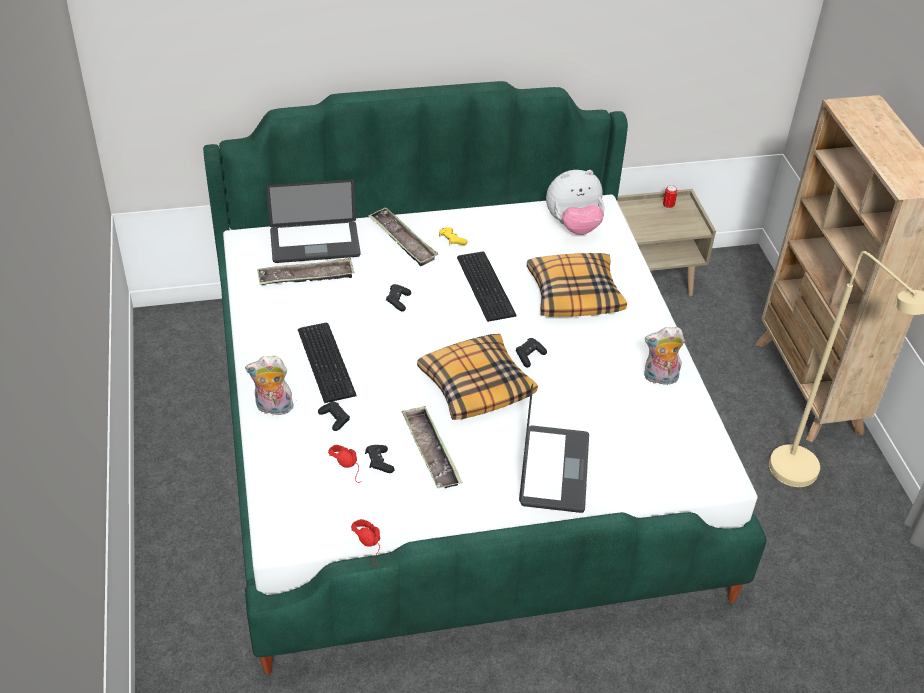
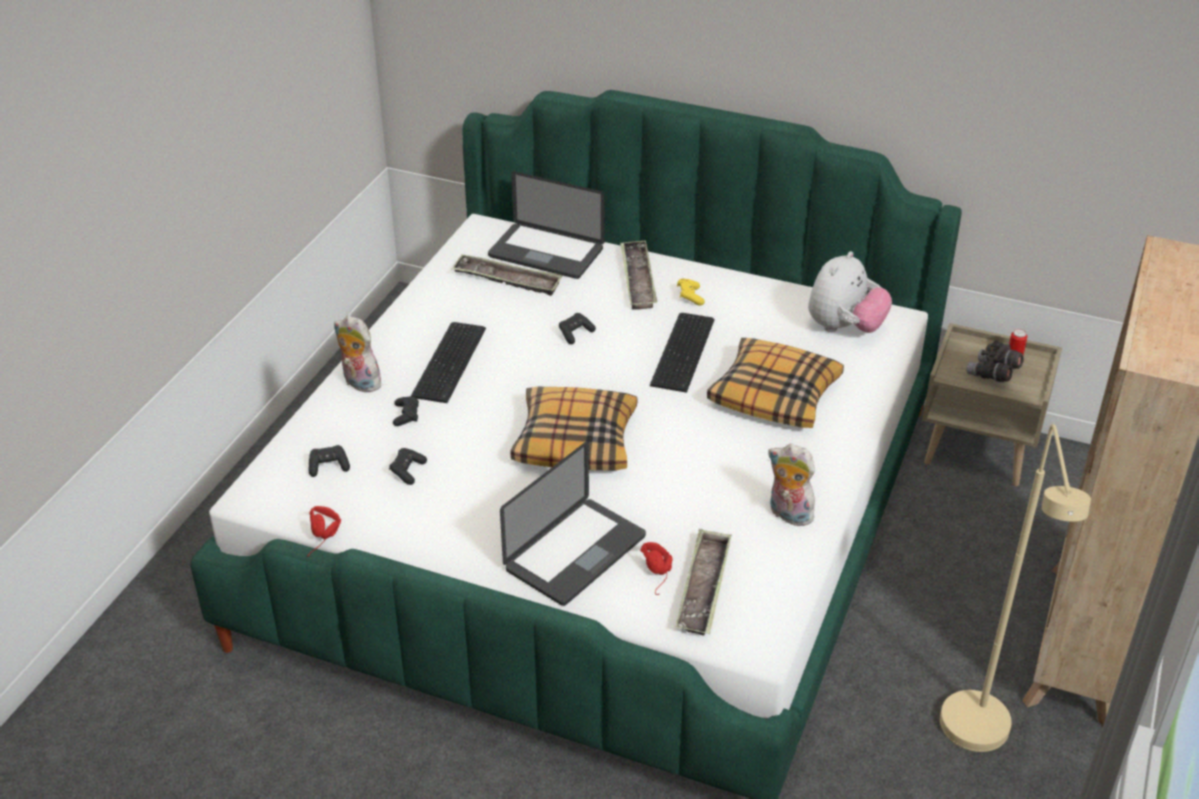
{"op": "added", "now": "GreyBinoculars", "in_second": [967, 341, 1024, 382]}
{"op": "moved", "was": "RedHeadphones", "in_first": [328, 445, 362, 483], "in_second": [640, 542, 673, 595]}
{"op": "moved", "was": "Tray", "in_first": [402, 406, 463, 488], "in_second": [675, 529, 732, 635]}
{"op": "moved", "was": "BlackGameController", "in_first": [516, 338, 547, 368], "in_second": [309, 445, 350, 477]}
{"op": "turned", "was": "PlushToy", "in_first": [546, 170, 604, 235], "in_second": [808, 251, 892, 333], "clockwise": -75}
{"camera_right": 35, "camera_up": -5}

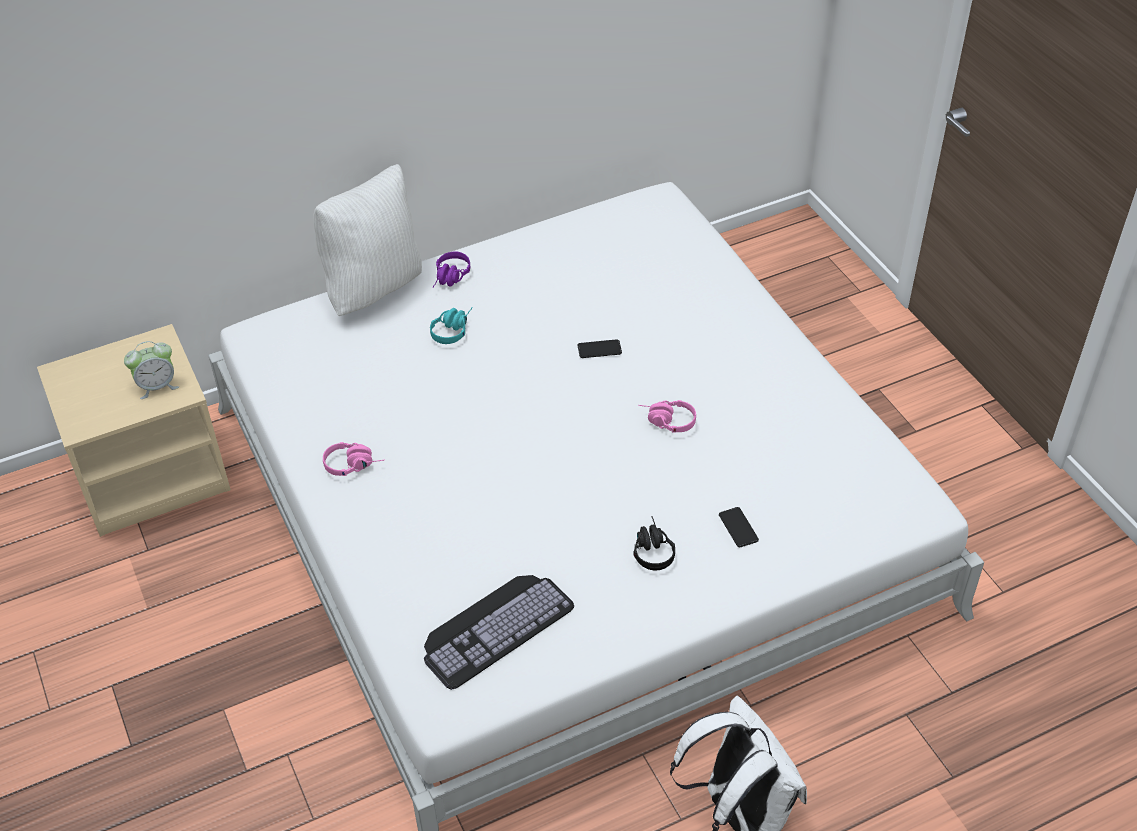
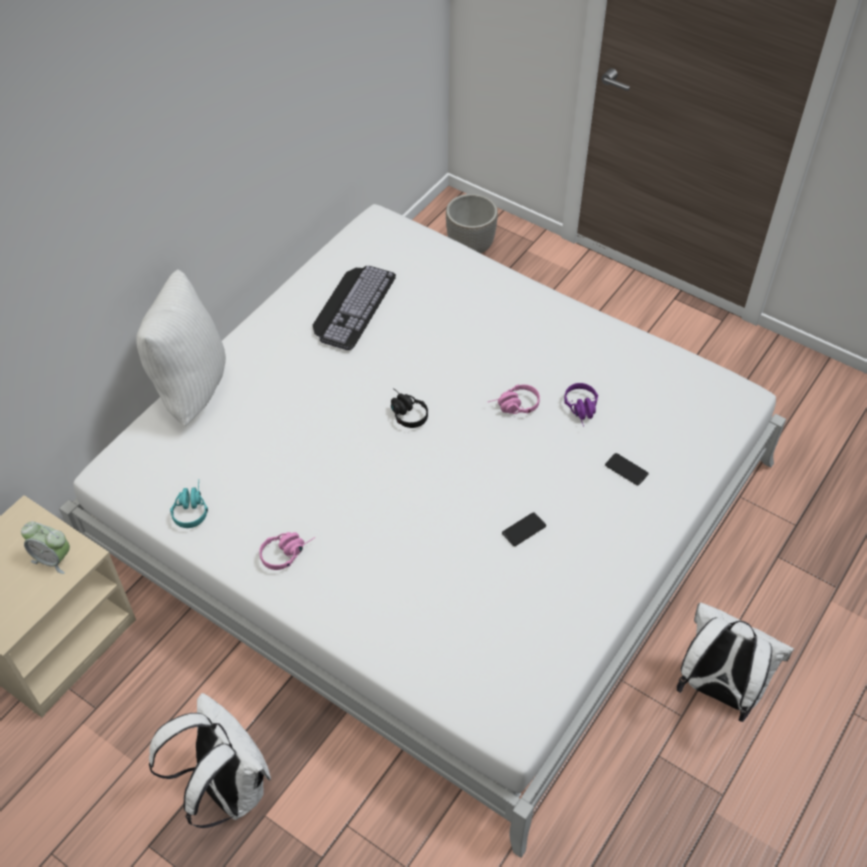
{"op": "added", "now": "WhiteBackpack", "in_second": [149, 693, 271, 828]}
{"op": "added", "now": "Planter", "in_second": [446, 194, 498, 253]}
{"op": "moved", "was": "Keyboard", "in_first": [424, 575, 574, 690], "in_second": [313, 266, 396, 350]}
{"op": "moved", "was": "TurquoiseHeadphones", "in_first": [430, 307, 473, 344], "in_second": [170, 480, 208, 528]}
{"op": "moved", "was": "PurpleHeadphones", "in_first": [433, 251, 470, 288], "in_second": [564, 383, 598, 427]}
{"op": "moved", "was": "Phone", "in_first": [578, 339, 622, 358], "in_second": [502, 512, 546, 546]}
{"op": "moved", "was": "BlackHeadphones", "in_first": [634, 516, 675, 570], "in_second": [391, 388, 428, 428]}
{"op": "turned", "was": "AlarmClock", "in_first": [124, 341, 179, 399], "in_second": [21, 521, 70, 574], "clockwise": 75}
{"camera_right": -30, "camera_up": 5}

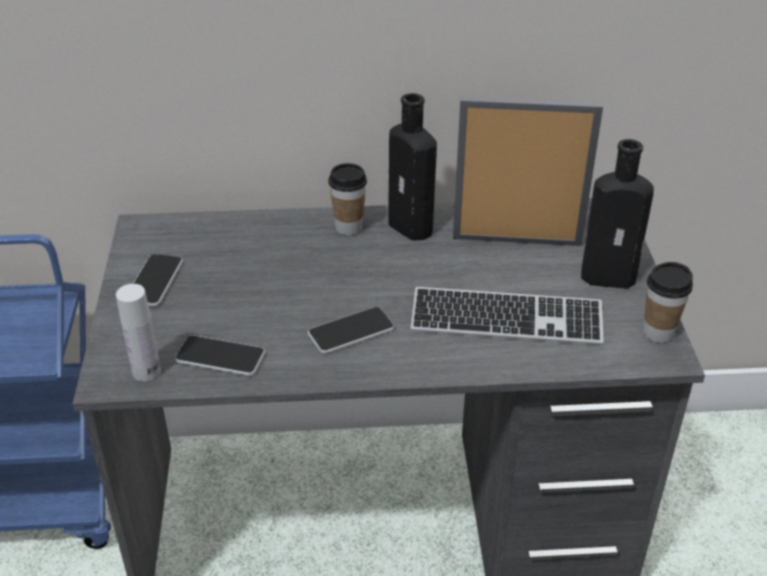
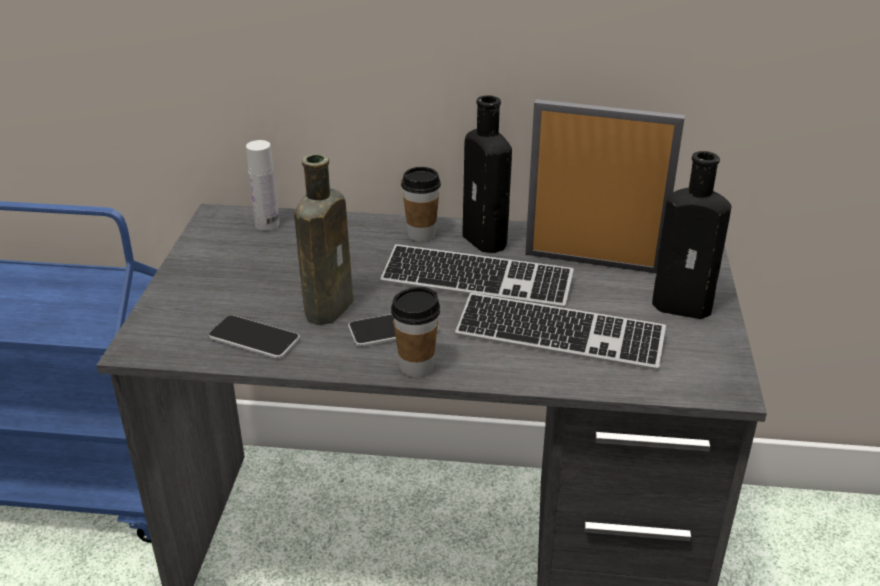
{"op": "removed", "was": "Phone", "in_first": [133, 254, 183, 306]}
{"op": "added", "now": "BrownBottle", "in_second": [294, 154, 353, 325]}
{"op": "added", "now": "Keyboard", "in_second": [380, 244, 574, 308]}
{"op": "moved", "was": "WhiteBottle", "in_first": [116, 284, 161, 381], "in_second": [246, 140, 279, 231]}
{"op": "moved", "was": "Cup", "in_first": [643, 262, 693, 343], "in_second": [391, 287, 440, 378]}
{"camera_right": 10, "camera_up": -5}

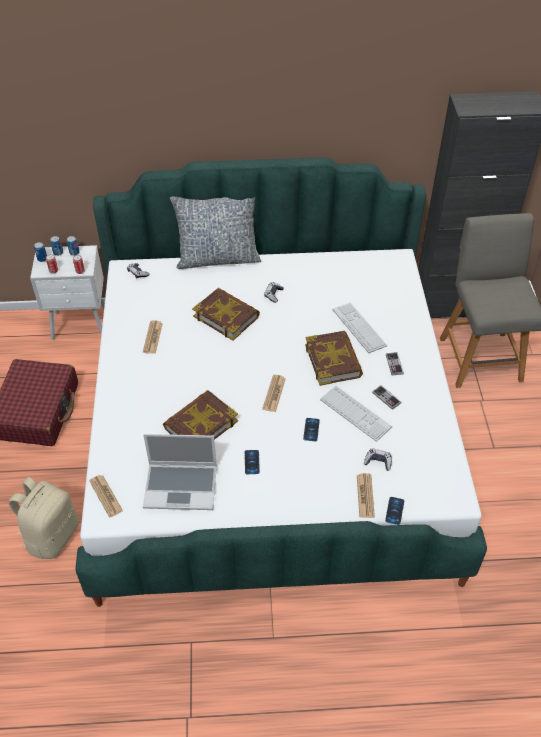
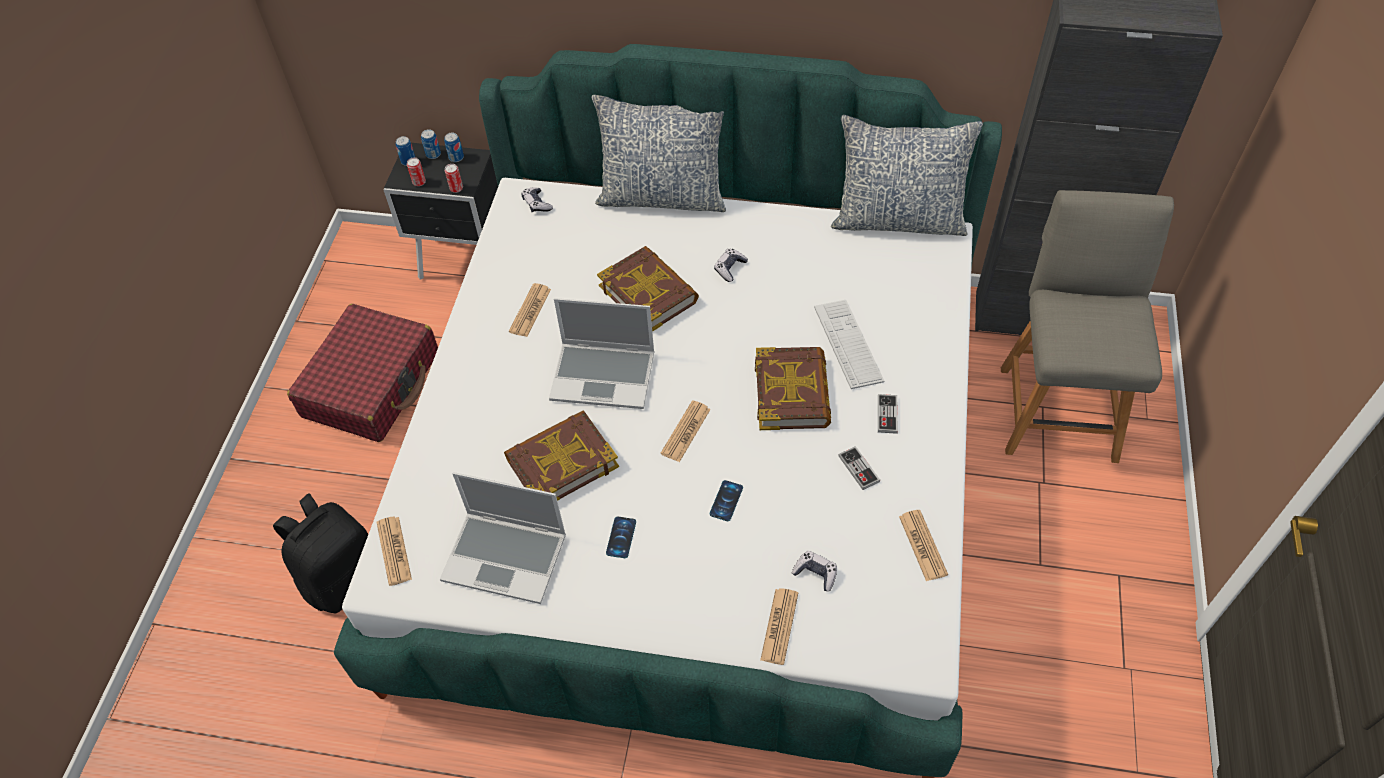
{"op": "removed", "was": "Keyboard", "in_first": [320, 385, 392, 442]}
{"op": "removed", "was": "Phone", "in_first": [385, 497, 404, 525]}
{"op": "added", "now": "Laptop", "in_second": [549, 298, 654, 409]}
{"op": "added", "now": "Pillow", "in_second": [831, 115, 983, 236]}
{"op": "added", "now": "Newspaper", "in_second": [899, 510, 948, 581]}
{"op": "recoloured", "was": "BeigeBackpack", "now": "BlackBackpack", "in_first": [8, 477, 79, 559], "in_second": [273, 493, 368, 613]}
{"op": "recoloured", "was": "WhiteNightstand", "now": "BlackNightstand", "in_first": [30, 245, 105, 340], "in_second": [383, 143, 498, 280]}
{"camera_right": 15, "camera_up": 5}

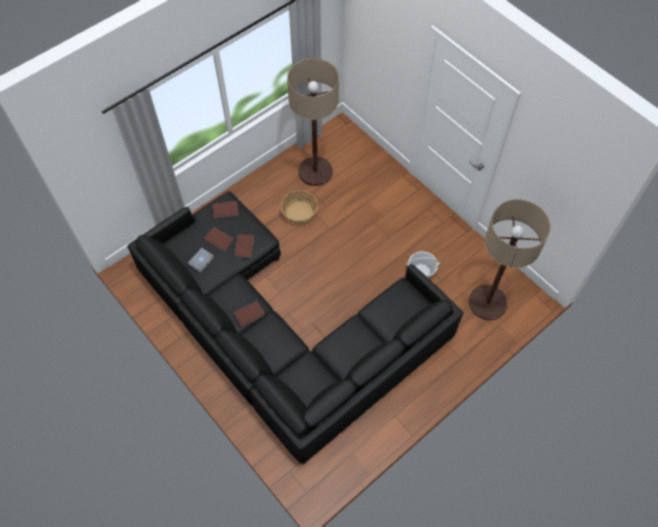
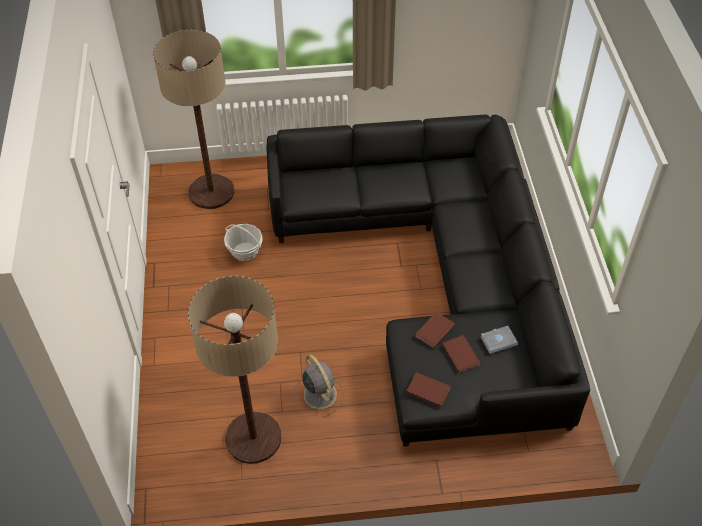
{"op": "removed", "was": "BrownBook", "in_first": [234, 301, 265, 327]}
{"op": "replaced", "was": "Basket", "now": "GreyFan", "in_first": [281, 190, 318, 224], "in_second": [294, 355, 344, 418]}
{"camera_right": -145, "camera_up": -10}

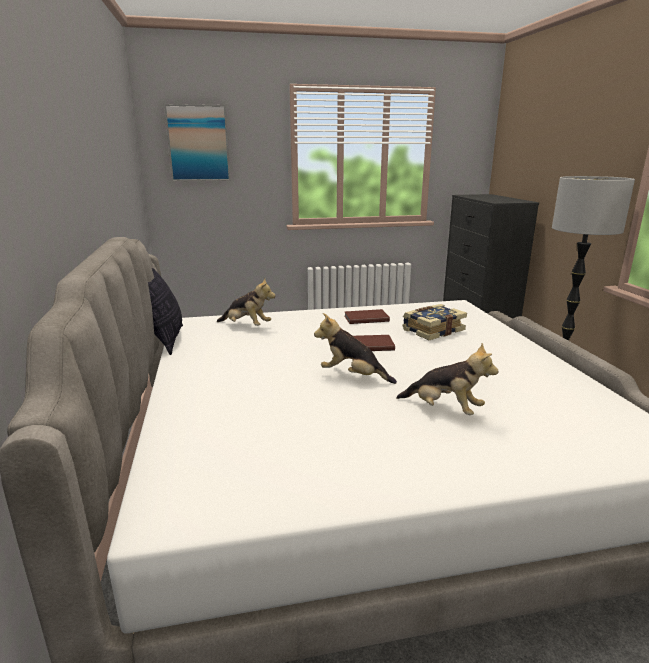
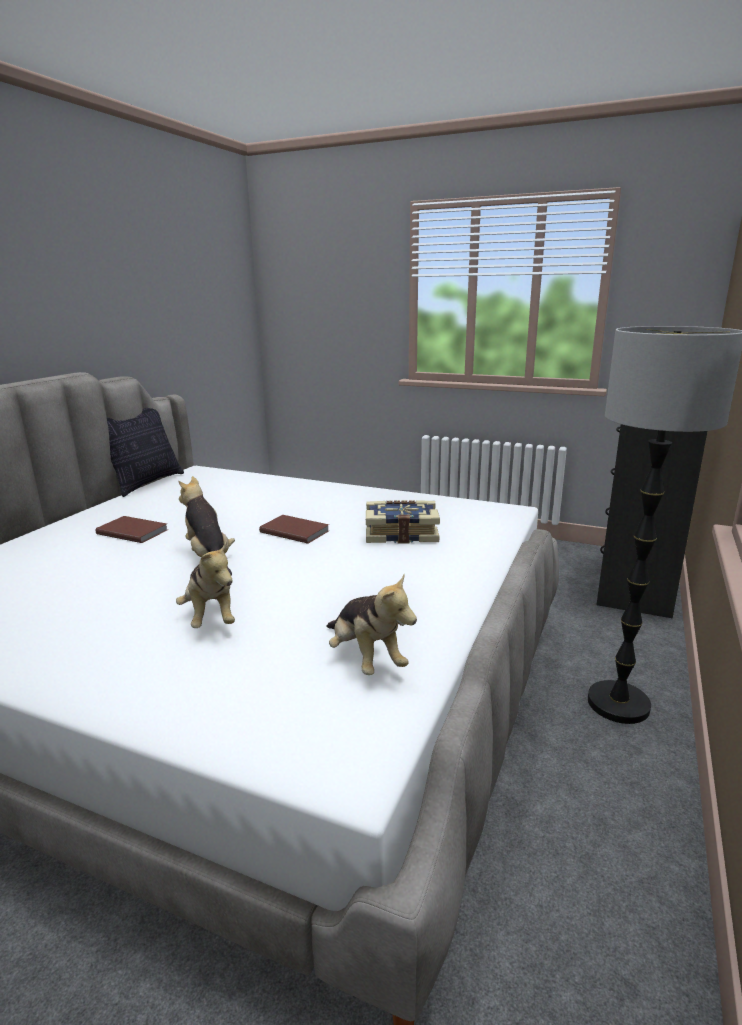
{"op": "removed", "was": "Picture", "in_first": [164, 104, 230, 181]}
{"op": "moved", "was": "PlushToy", "in_first": [217, 278, 276, 326], "in_second": [326, 575, 417, 675]}
{"op": "moved", "was": "BrownBook", "in_first": [344, 309, 390, 324], "in_second": [95, 516, 168, 543]}
{"camera_right": 35, "camera_up": 0}

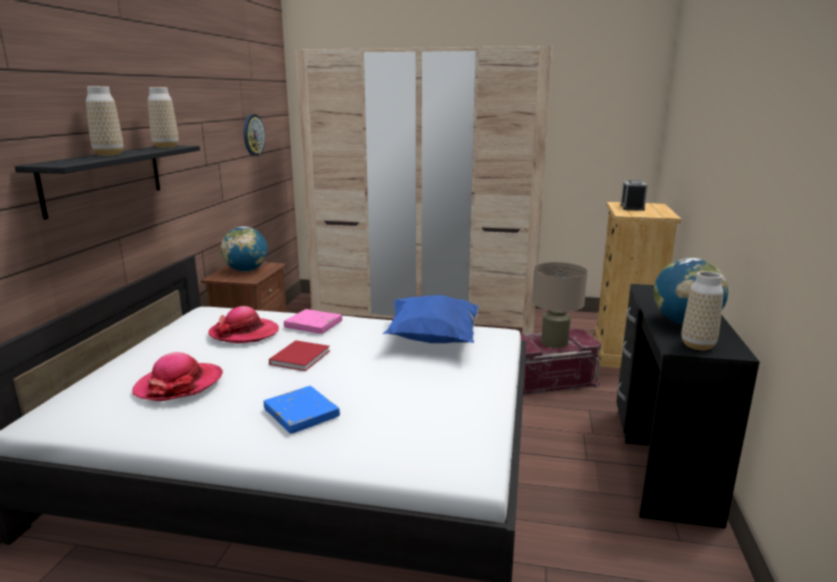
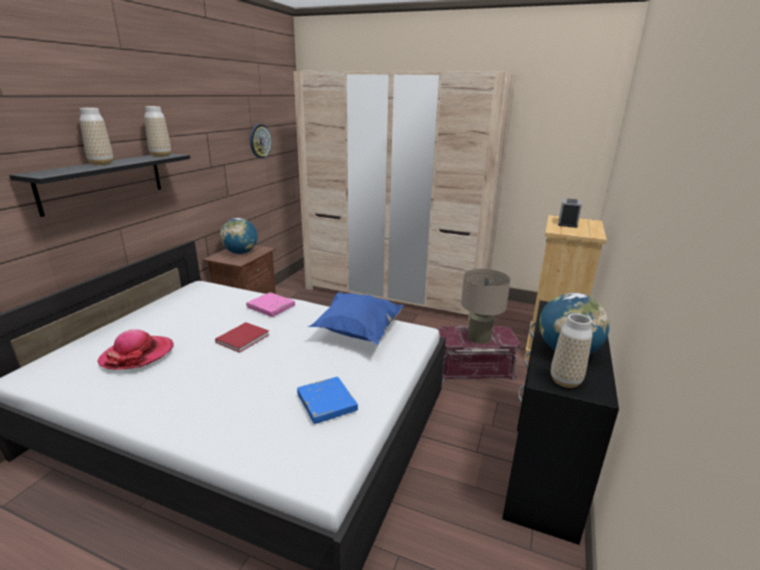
{"op": "removed", "was": "Hat", "in_first": [208, 306, 279, 343]}
{"op": "moved", "was": "BlueBook", "in_first": [263, 386, 340, 434], "in_second": [297, 377, 358, 424]}
{"camera_right": 10, "camera_up": 5}

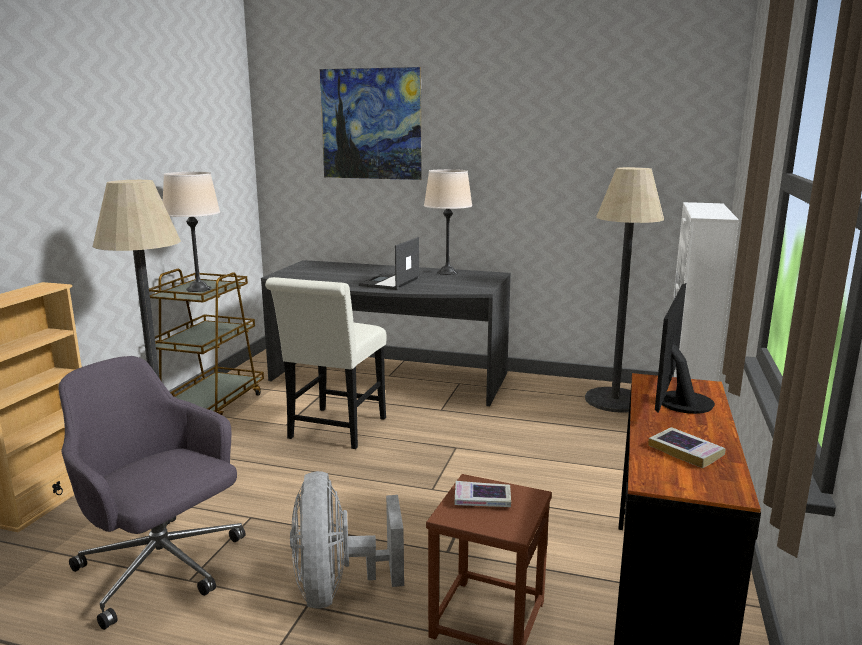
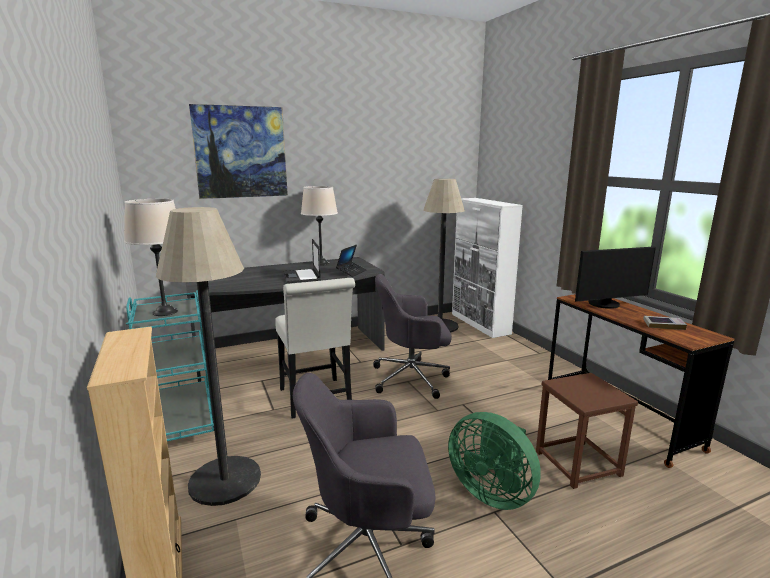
{"op": "removed", "was": "Book", "in_first": [455, 481, 511, 507]}
{"op": "added", "now": "Laptop", "in_second": [336, 245, 367, 277]}
{"op": "added", "now": "GreyOfficeChair", "in_second": [373, 274, 452, 399]}
{"op": "recoloured", "was": "BrownCart", "now": "TurquoiseCart", "in_first": [149, 269, 264, 415], "in_second": [126, 290, 214, 441]}
{"op": "recoloured", "was": "GreyFan", "now": "GreenFan", "in_first": [290, 471, 404, 609], "in_second": [448, 412, 541, 510]}
{"op": "turned", "was": "Monitor", "in_first": [655, 283, 715, 414], "in_second": [575, 246, 656, 309], "clockwise": -90}
{"camera_right": -40, "camera_up": 0}

